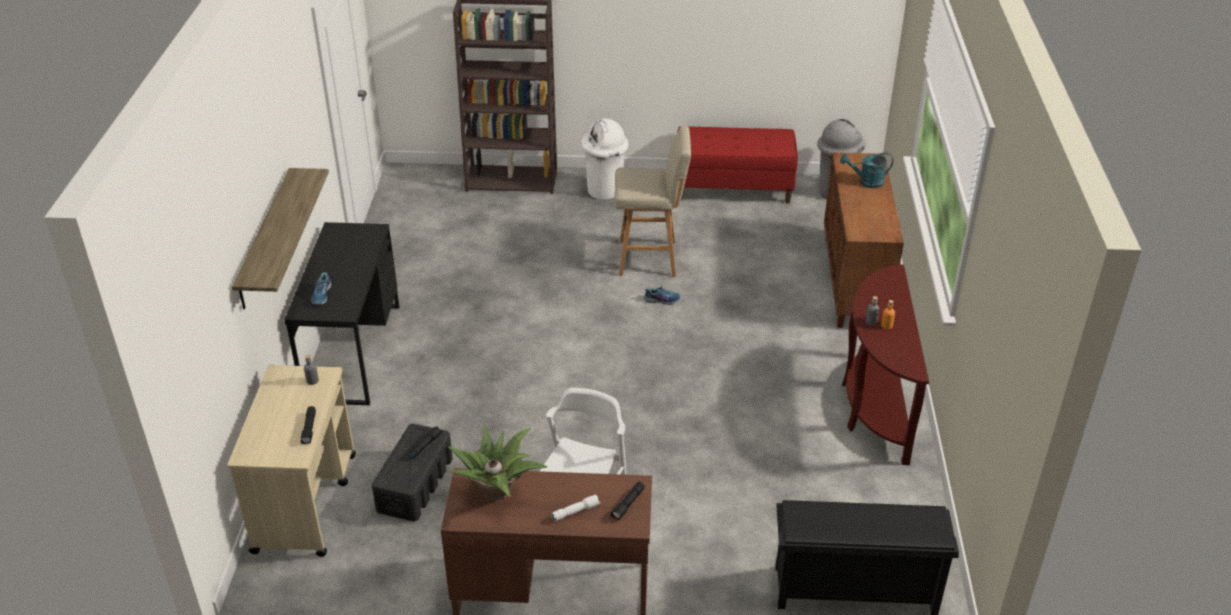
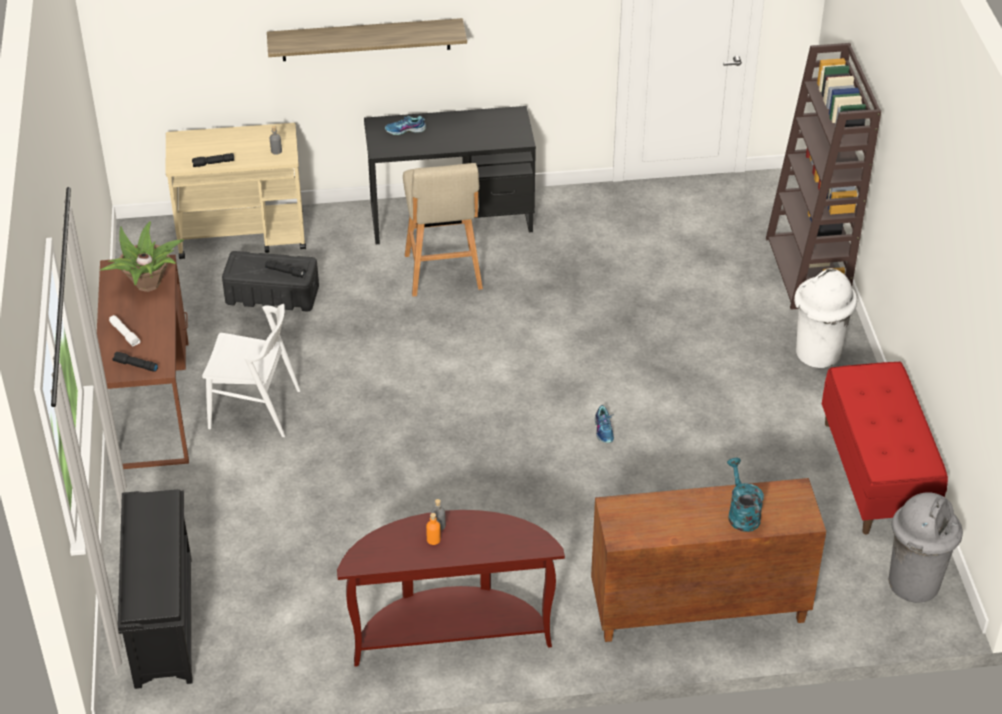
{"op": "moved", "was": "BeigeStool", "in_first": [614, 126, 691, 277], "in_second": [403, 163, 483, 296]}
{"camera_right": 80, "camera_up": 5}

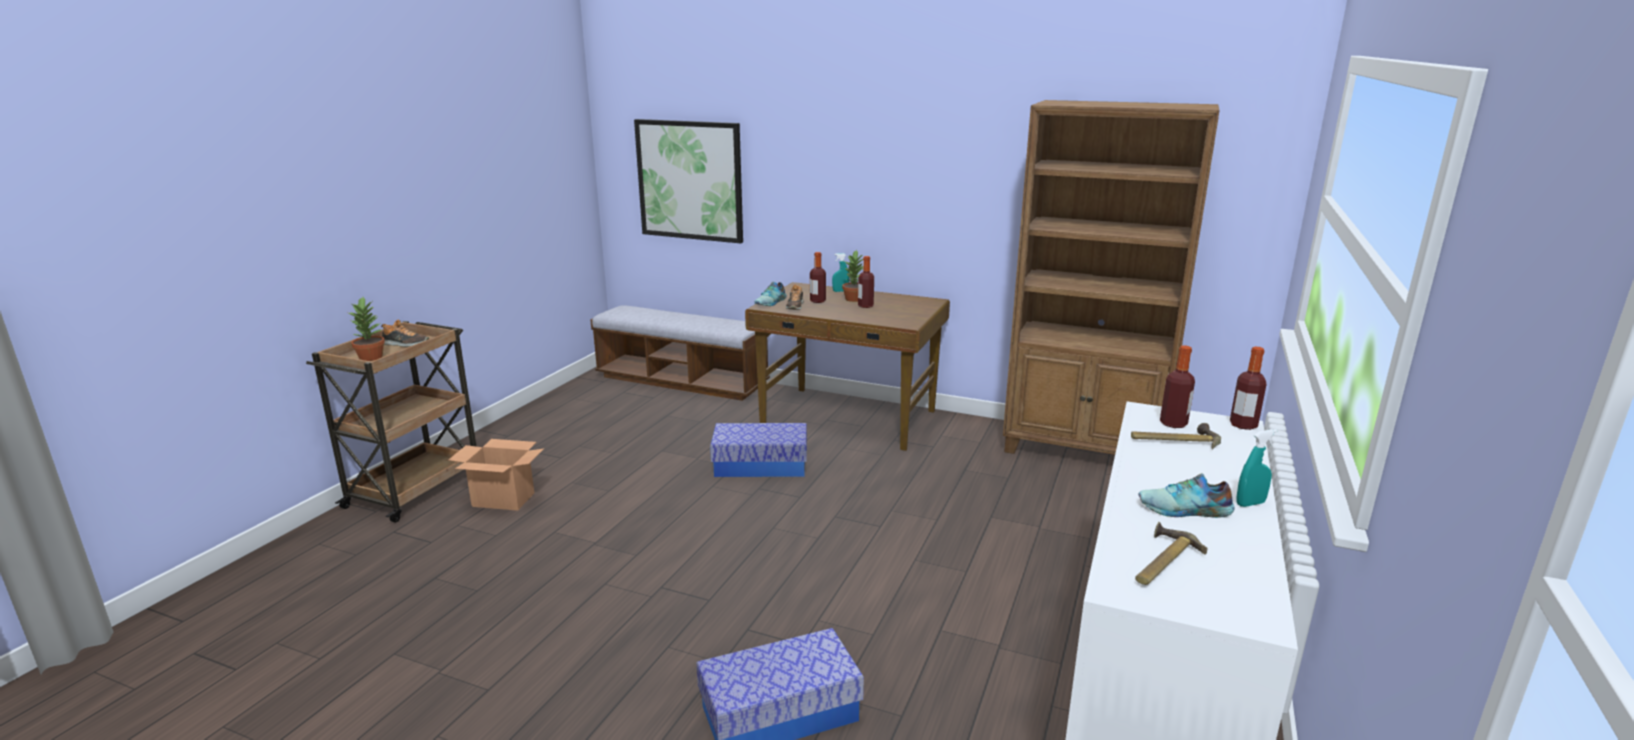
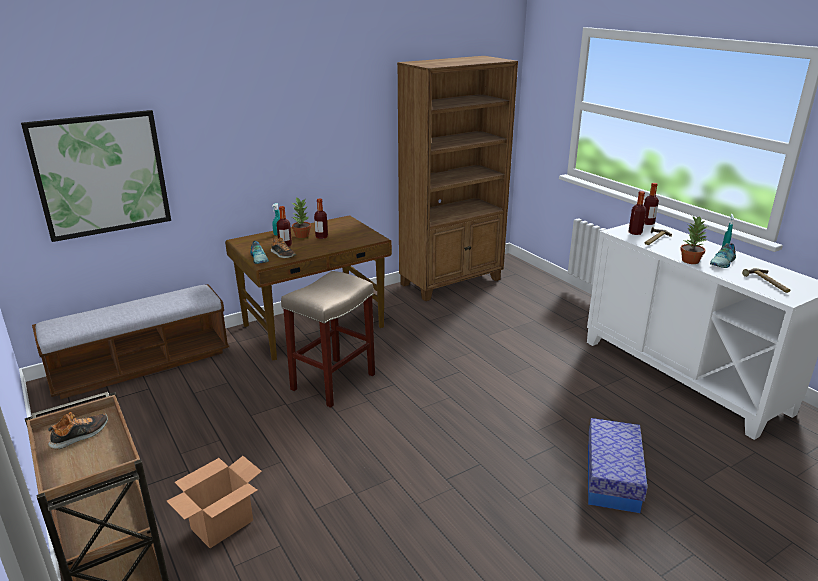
{"op": "moved", "was": "PottedPlant", "in_first": [348, 297, 385, 361], "in_second": [680, 216, 708, 264]}
{"op": "replaced", "was": "StorageBox", "now": "BeigeStool", "in_first": [710, 423, 807, 477], "in_second": [281, 271, 375, 408]}
{"camera_right": -55, "camera_up": 5}

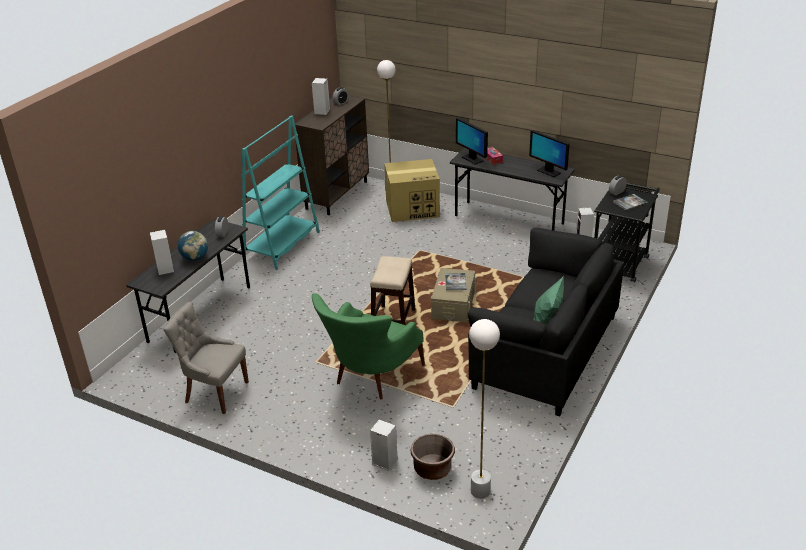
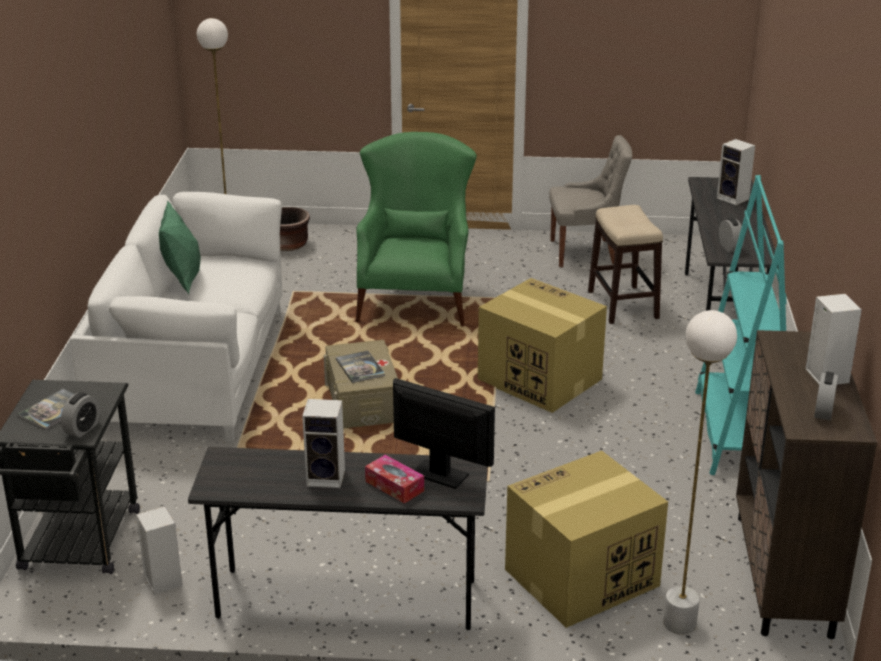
{"op": "removed", "was": "Globe", "in_first": [178, 231, 208, 261]}
{"op": "removed", "was": "Monitor", "in_first": [529, 130, 570, 177]}
{"op": "added", "now": "CardboardBox", "in_second": [478, 278, 607, 413]}
{"op": "moved", "was": "Stool", "in_first": [370, 256, 415, 325], "in_second": [588, 205, 663, 324]}
{"op": "moved", "was": "Speaker", "in_first": [370, 419, 397, 471], "in_second": [302, 399, 345, 488]}
{"op": "recoloured", "was": "BlackSofa", "now": "WhiteSofa", "in_first": [468, 228, 624, 416], "in_second": [70, 192, 283, 442]}
{"camera_right": 155, "camera_up": -5}

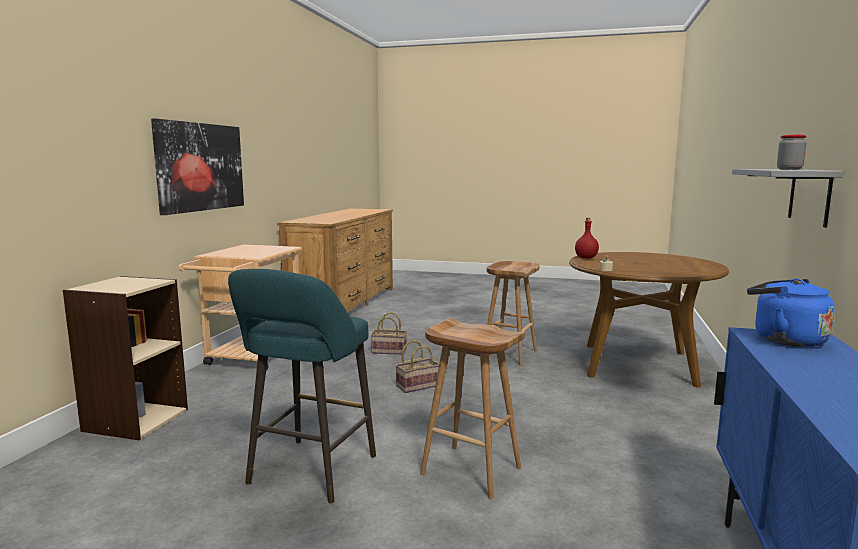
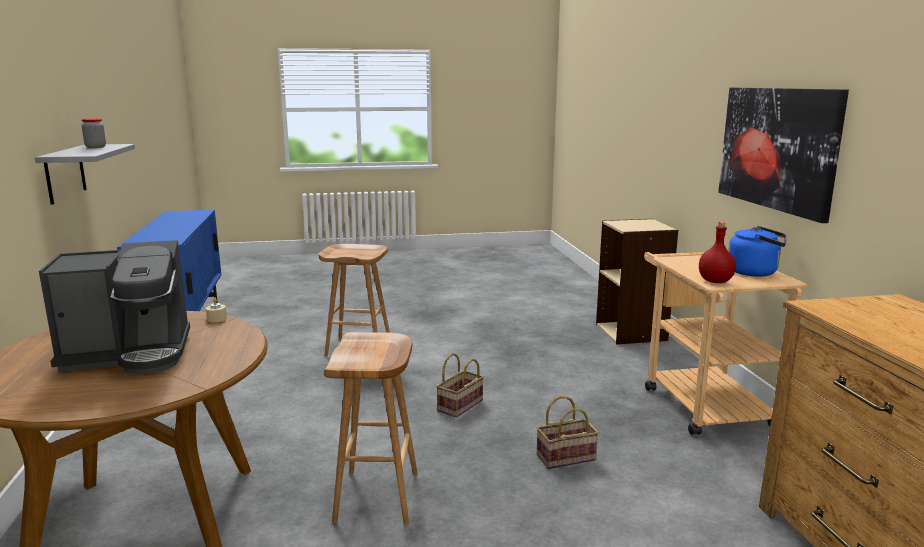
{"op": "removed", "was": "TurquoiseStool", "in_first": [228, 269, 376, 503]}
{"op": "added", "now": "CoffeeMachine", "in_second": [39, 240, 190, 374]}
{"op": "moved", "was": "RedBottle", "in_first": [575, 218, 599, 259], "in_second": [699, 222, 736, 283]}
{"op": "moved", "was": "BlueKettle", "in_first": [747, 279, 835, 347], "in_second": [729, 226, 786, 277]}
{"camera_right": 155, "camera_up": 5}

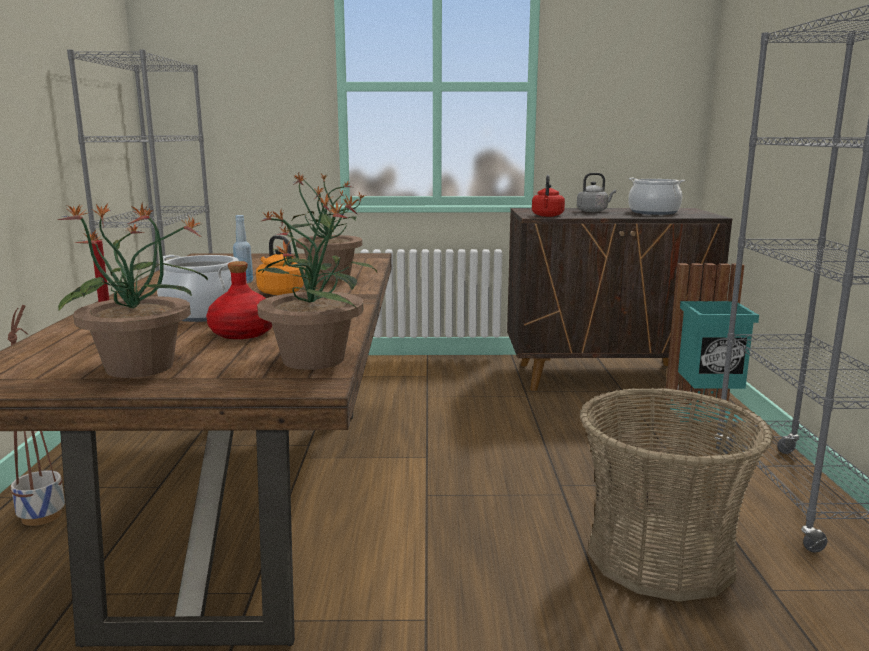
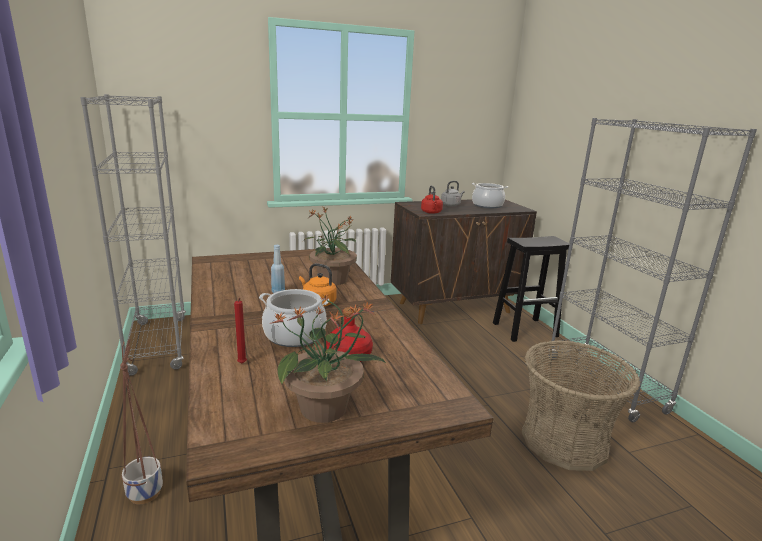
{"op": "removed", "was": "PottedPlant", "in_first": [257, 193, 377, 370]}
{"op": "replaced", "was": "TurquoiseTrashCan", "now": "BlackStool", "in_first": [664, 263, 759, 422], "in_second": [493, 236, 570, 342]}
{"camera_right": -20, "camera_up": 5}

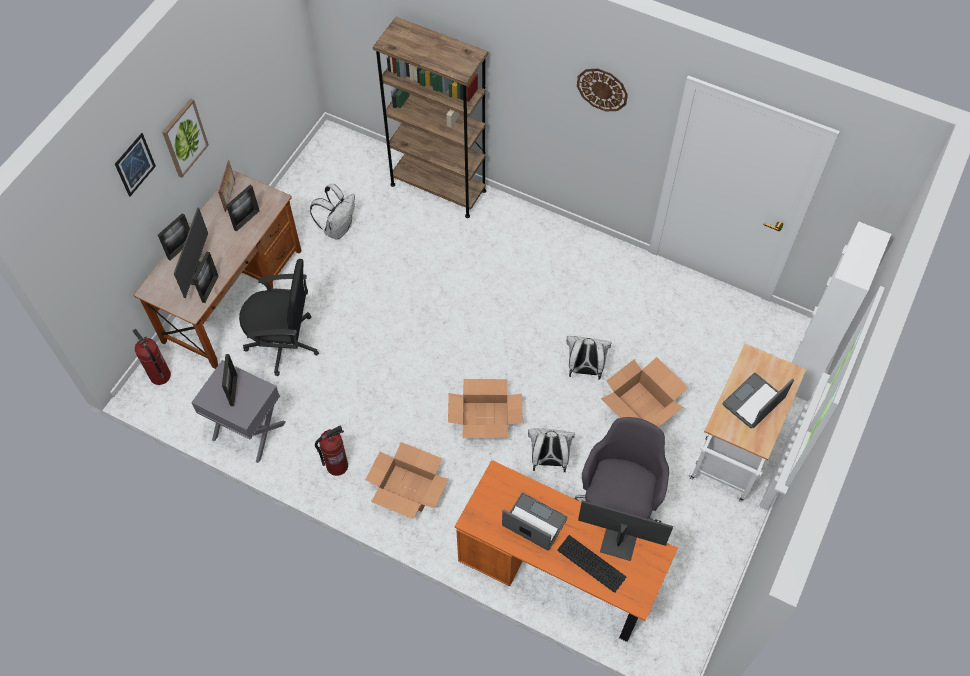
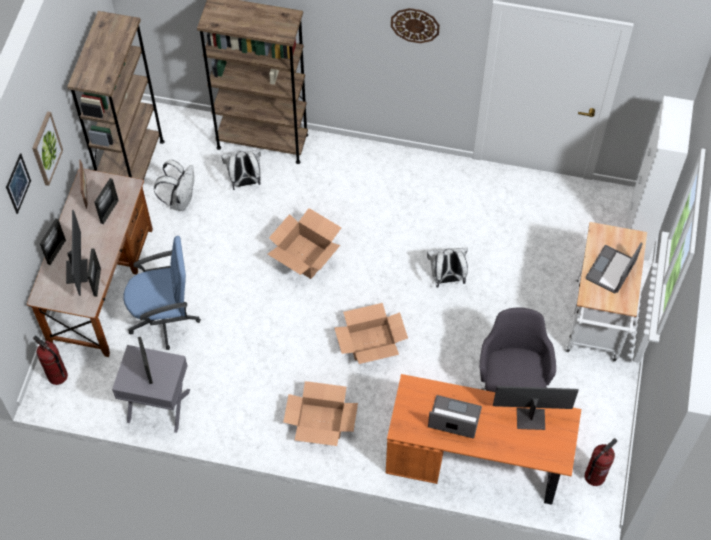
{"op": "removed", "was": "Keyboard", "in_first": [557, 535, 626, 593]}
{"op": "added", "now": "BrownBookcase", "in_second": [67, 11, 164, 180]}
{"op": "moved", "was": "FireExtinguisher", "in_first": [315, 425, 348, 476], "in_second": [585, 438, 617, 486]}
{"op": "moved", "was": "WhiteBackpack", "in_first": [528, 428, 575, 472], "in_second": [221, 149, 261, 190]}
{"op": "moved", "was": "CardboardBox", "in_first": [601, 357, 689, 427], "in_second": [268, 208, 342, 279]}
{"op": "recoloured", "was": "BlackOfficeChair", "now": "BlueOfficeChair", "in_first": [239, 259, 319, 376], "in_second": [123, 236, 201, 350]}
{"camera_right": -15, "camera_up": 0}

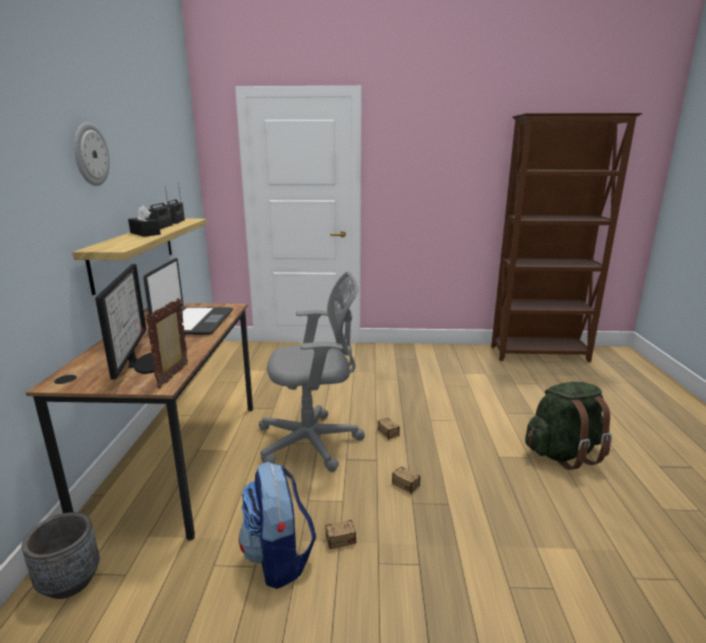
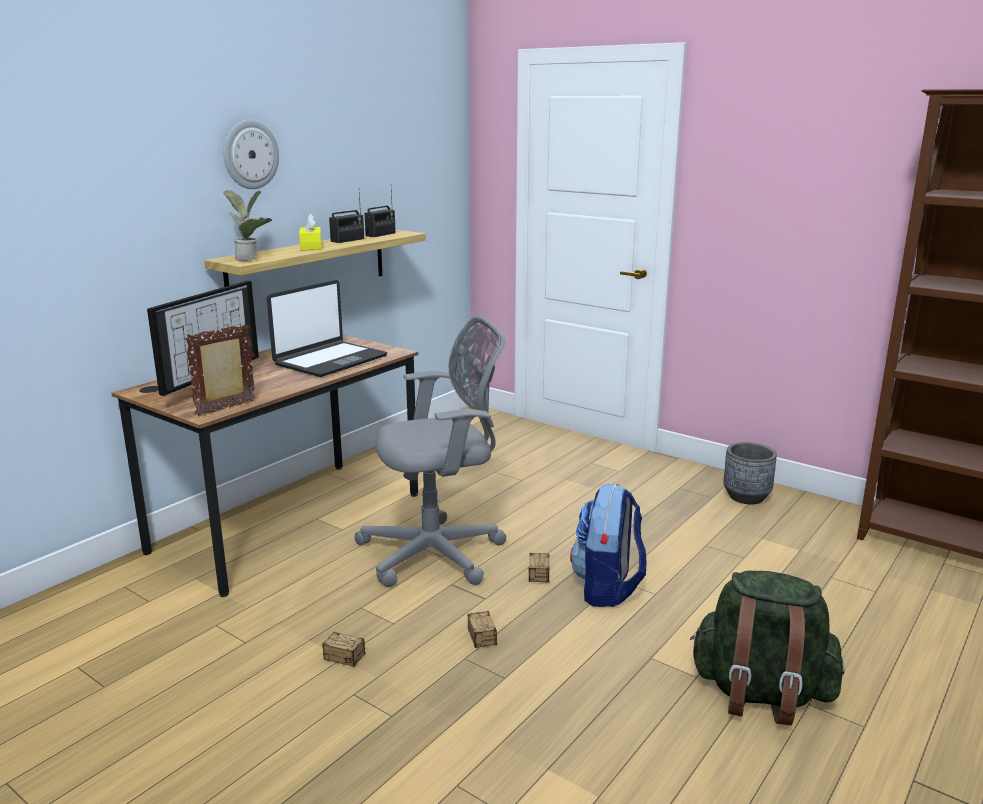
{"op": "added", "now": "PottedPlant", "in_second": [223, 190, 272, 261]}
{"op": "moved", "was": "GreyPlanter", "in_first": [22, 512, 100, 599], "in_second": [723, 442, 777, 504]}
{"op": "moved", "was": "Backpack", "in_first": [239, 461, 316, 589], "in_second": [570, 483, 646, 607]}
{"op": "recoloured", "was": "BlackTissueBox", "now": "YellowTissueBox", "in_first": [128, 205, 161, 237], "in_second": [299, 213, 322, 251]}
{"op": "turned", "was": "GreyOfficeChair", "in_first": [259, 272, 365, 472], "in_second": [355, 316, 506, 587], "clockwise": -45}
{"camera_right": 35, "camera_up": 0}

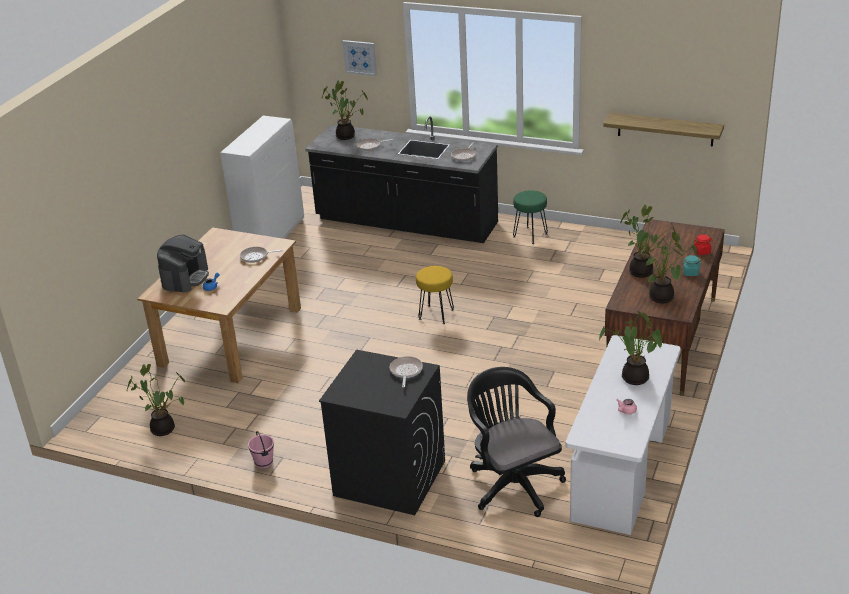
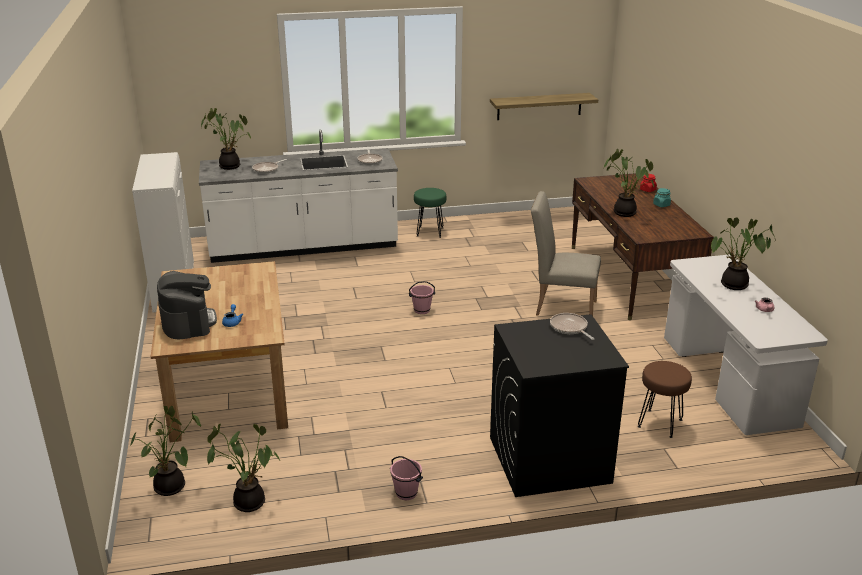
{"op": "removed", "was": "FryingPan", "in_first": [240, 247, 282, 263]}
{"op": "removed", "was": "Picture", "in_first": [342, 40, 377, 76]}
{"op": "added", "now": "BeigeChair", "in_second": [531, 191, 601, 316]}
{"op": "moved", "was": "PottedPlant", "in_first": [641, 232, 697, 303], "in_second": [130, 406, 201, 496]}
{"op": "replaced", "was": "YellowStool", "now": "PinkBucket", "in_first": [416, 266, 454, 324], "in_second": [409, 281, 435, 314]}
{"op": "replaced", "was": "BlackOfficeChair", "now": "BrownStool", "in_first": [467, 367, 566, 517], "in_second": [638, 361, 692, 438]}
{"op": "recoloured", "was": "BlackCounter", "now": "WhiteCounter", "in_first": [305, 116, 498, 243], "in_second": [199, 129, 398, 263]}
{"camera_right": -35, "camera_up": -5}

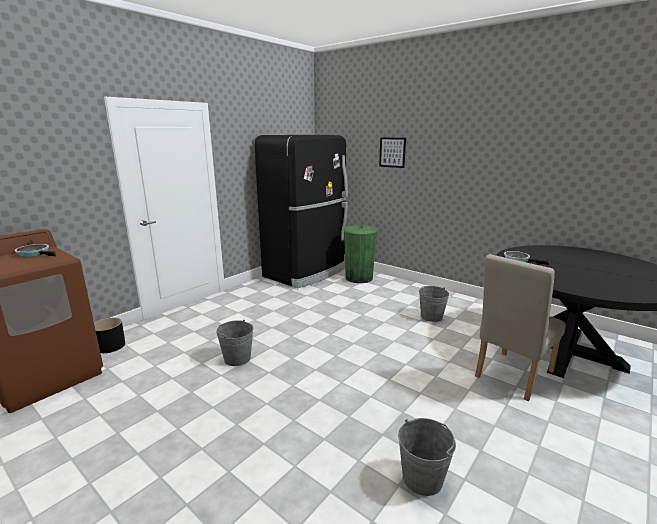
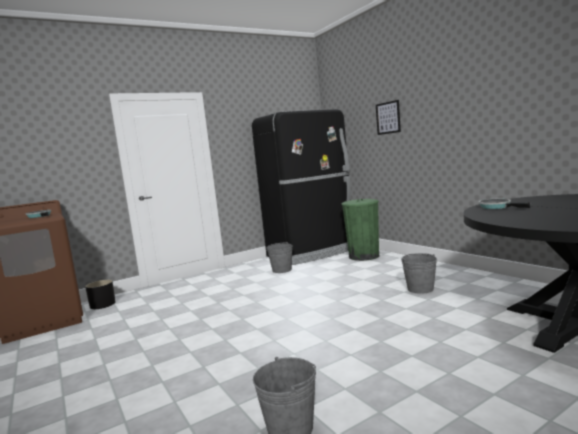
{"op": "removed", "was": "BeigeChair", "in_first": [475, 254, 566, 401]}
{"op": "moved", "was": "GreyBucket", "in_first": [216, 320, 253, 366], "in_second": [267, 242, 293, 273]}
{"camera_right": 20, "camera_up": -10}

